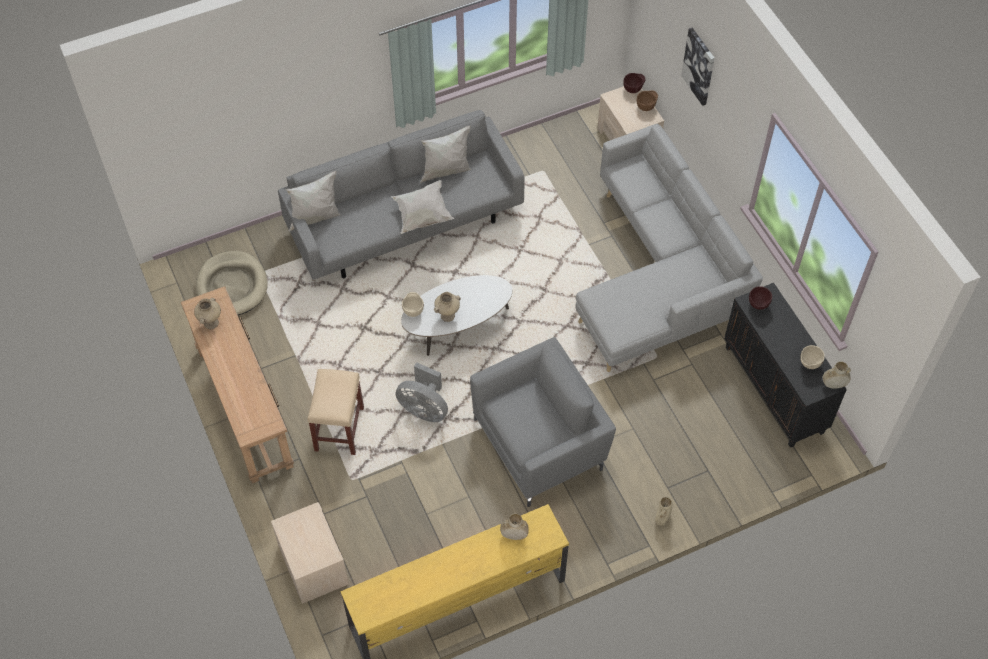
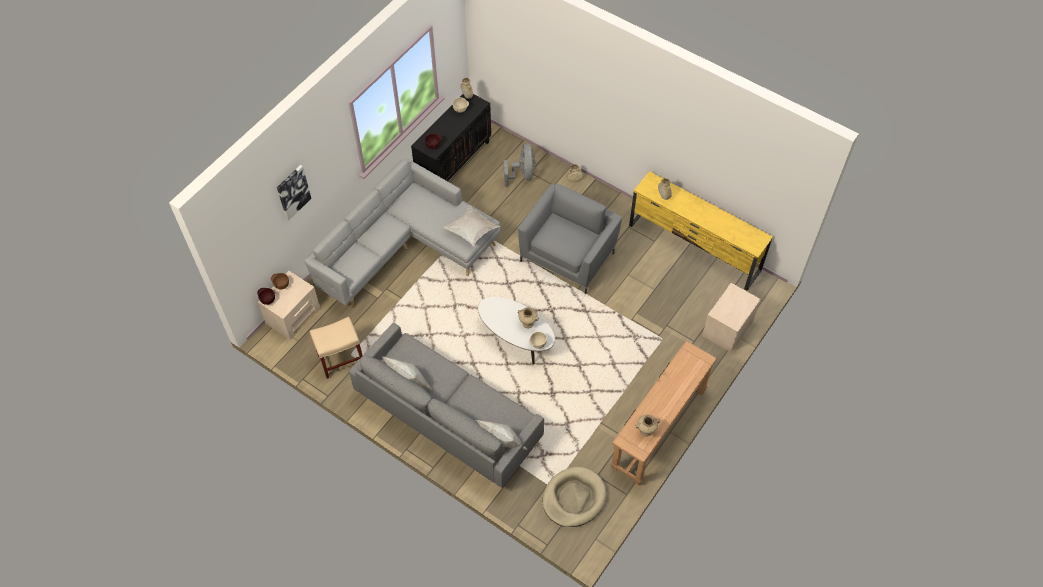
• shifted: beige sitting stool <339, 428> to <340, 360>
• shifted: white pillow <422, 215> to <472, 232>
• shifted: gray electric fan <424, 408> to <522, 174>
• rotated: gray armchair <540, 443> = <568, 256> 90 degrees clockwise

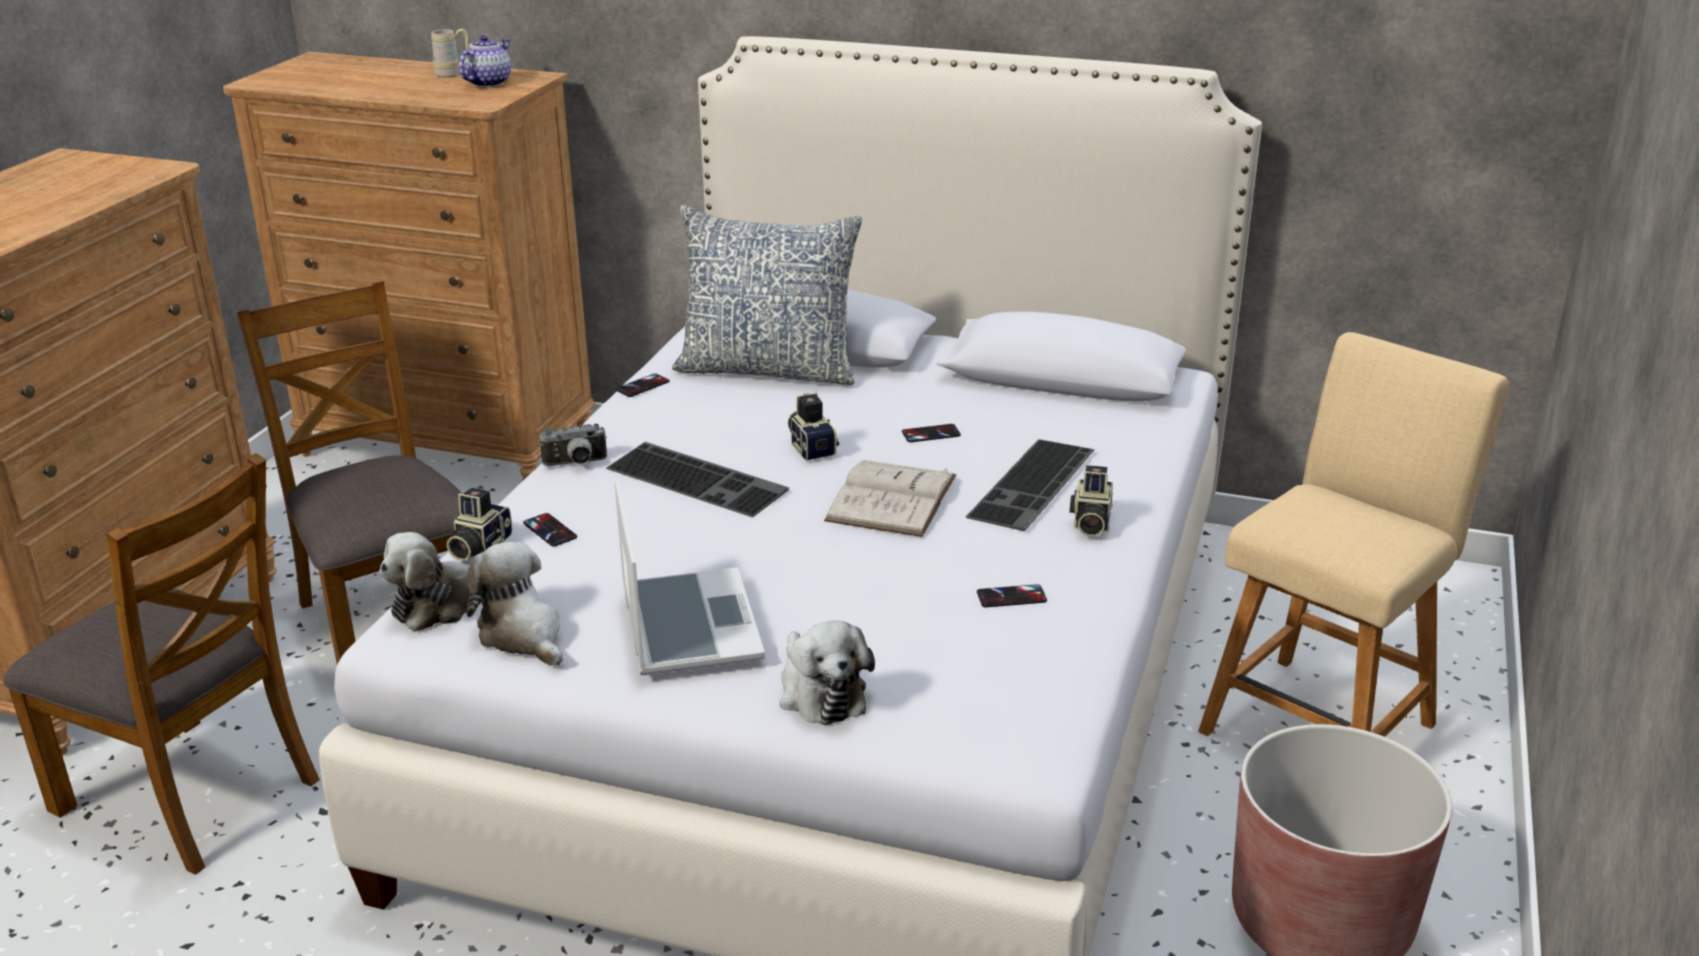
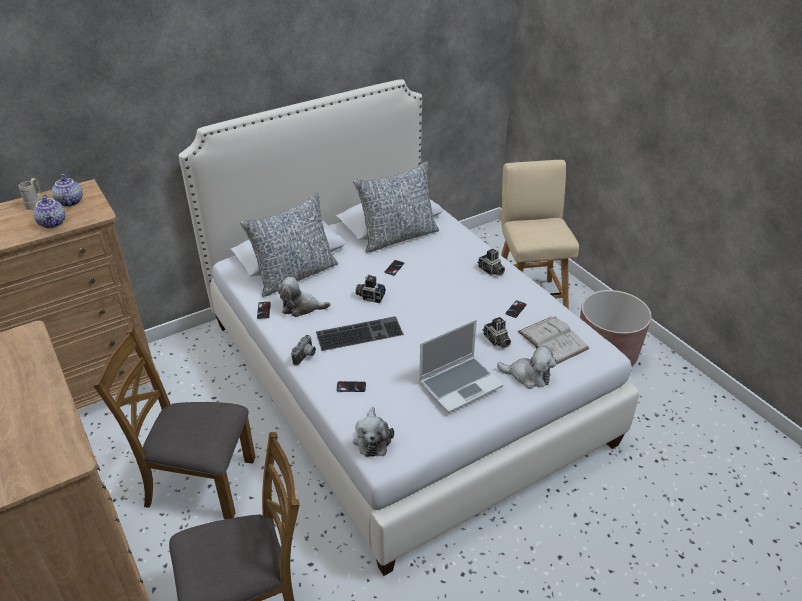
• new: tea pot <53, 223>
• shifted: soft toy <523, 635> to <301, 307>
• new: pillow <398, 236>
• rotated: portable computer <687, 624> = <460, 384> 120 degrees clockwise
• shifted: photo camera <478, 547> to <496, 341>
• shifted: white book <891, 498> to <553, 340>
• gone: keyboard <1034, 485>

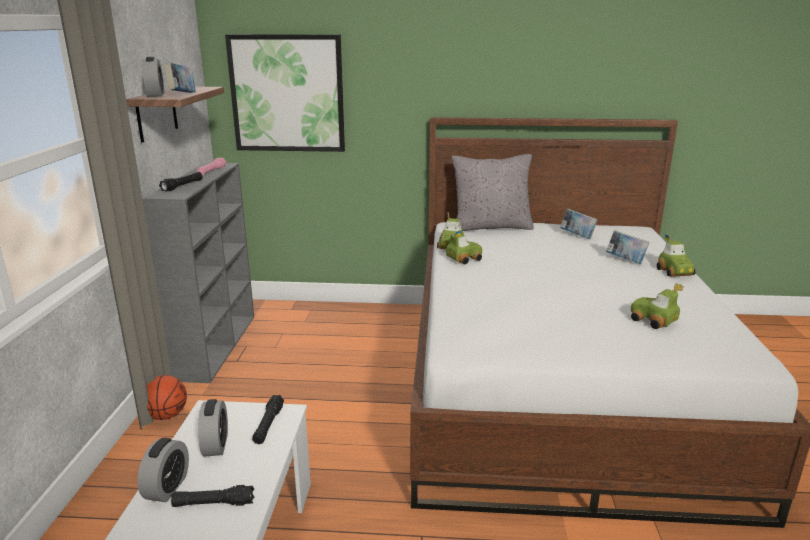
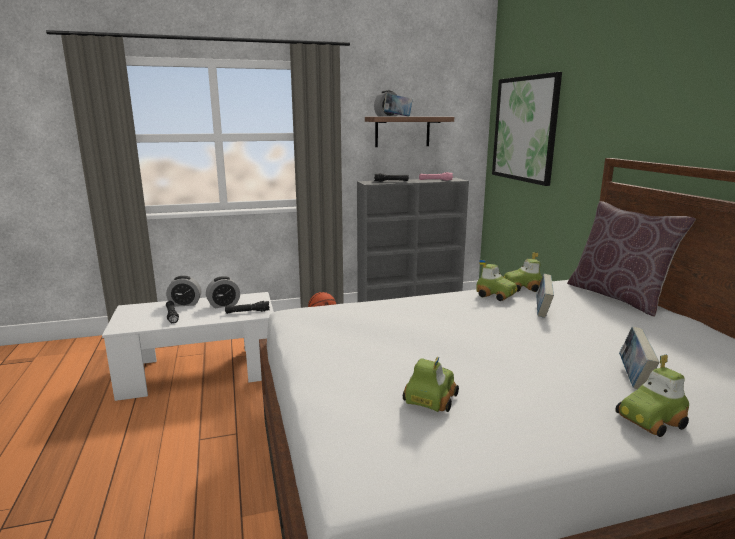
• shifted: book <577, 236> to <542, 311>
• repainted: gray pillow <491, 227> to brown pillow <618, 297>

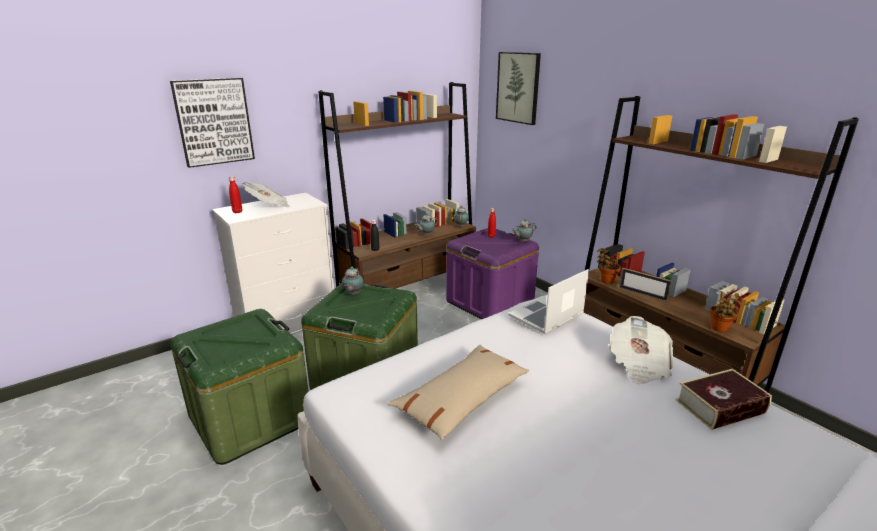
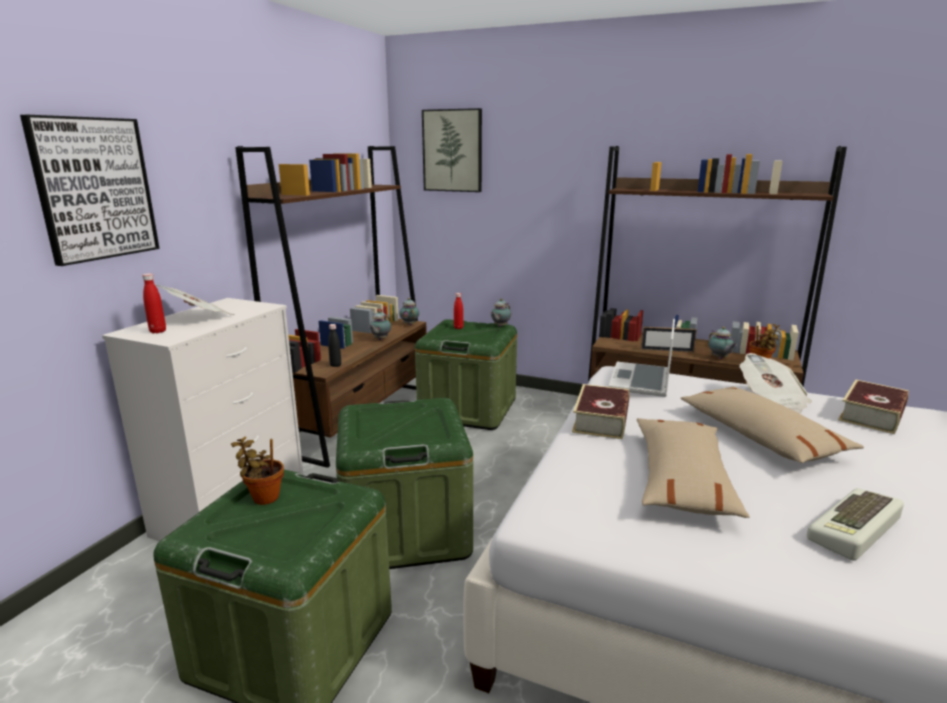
• shifted: potted plant <605, 280> to <263, 497>
• repainted: purple storage bin <490, 302> to green-coloured storage bin <468, 409>
• new: book <601, 420>
• new: beige pillow <760, 436>
• shifted: tea pot <353, 294> to <719, 358>
• new: keyboard <856, 531>

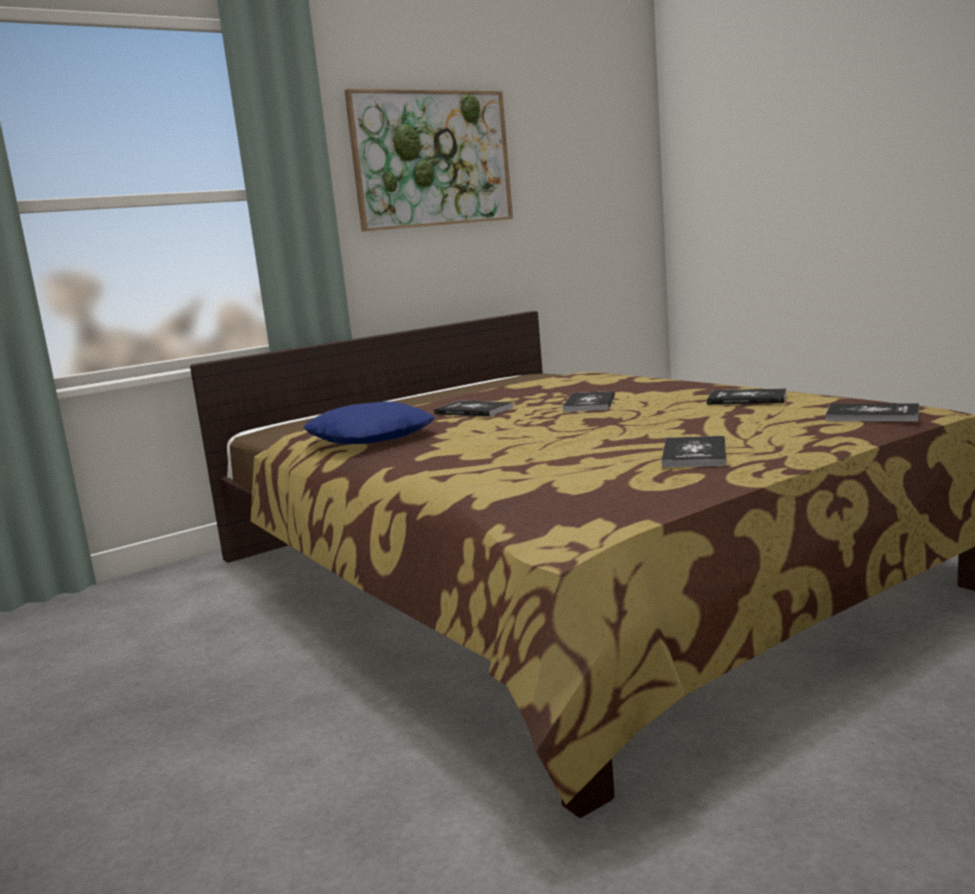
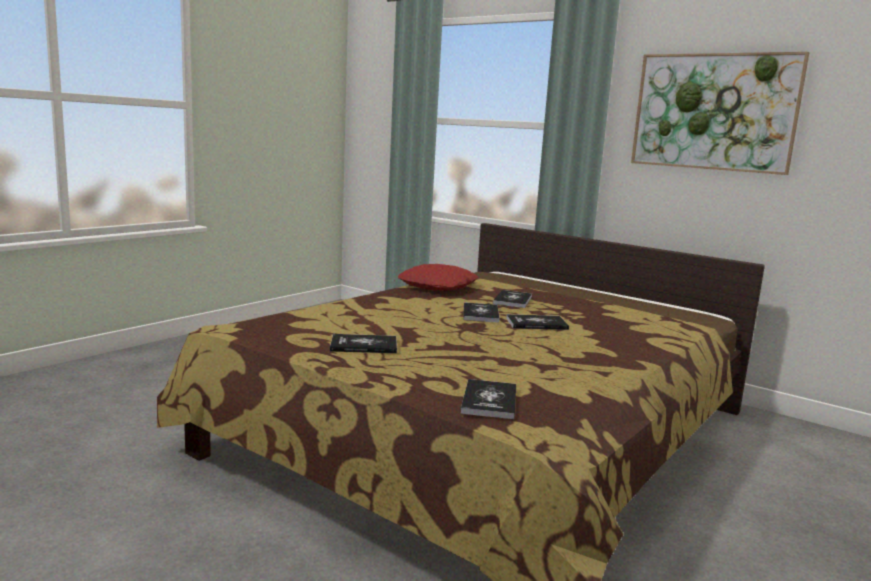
• repainted: blue pillow <371, 437> to red-coloured pillow <438, 286>
• shifted: book <747, 399> to <480, 314>

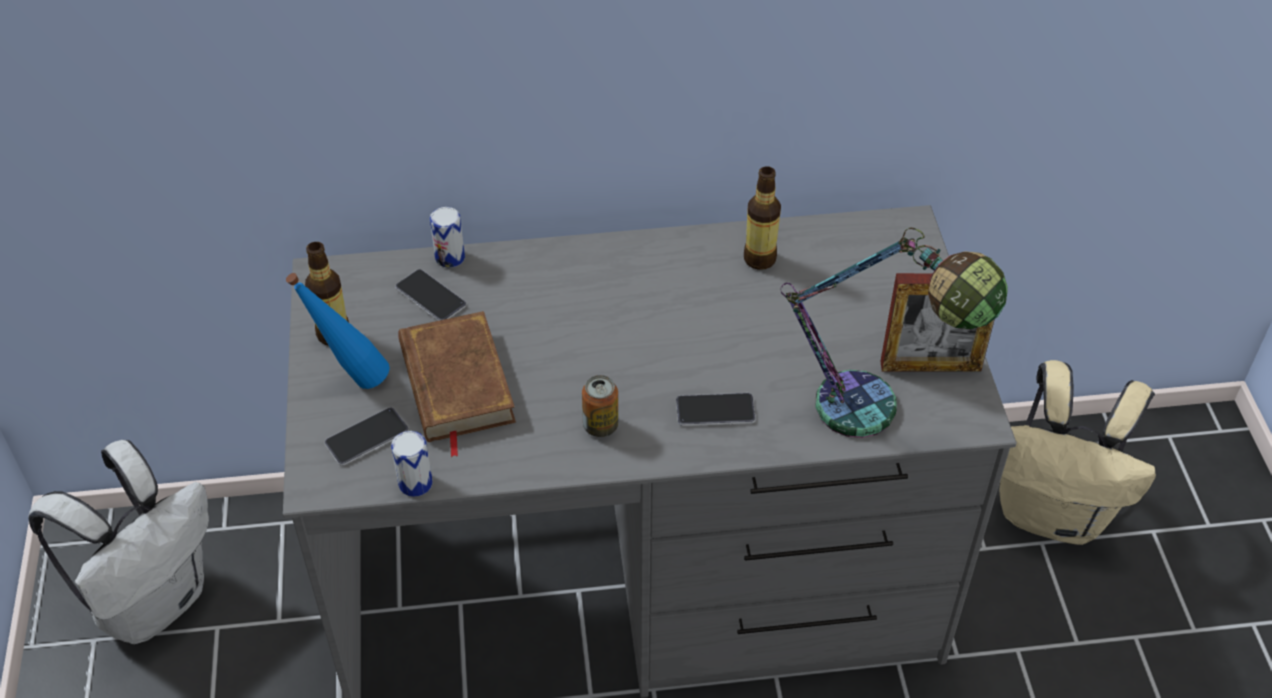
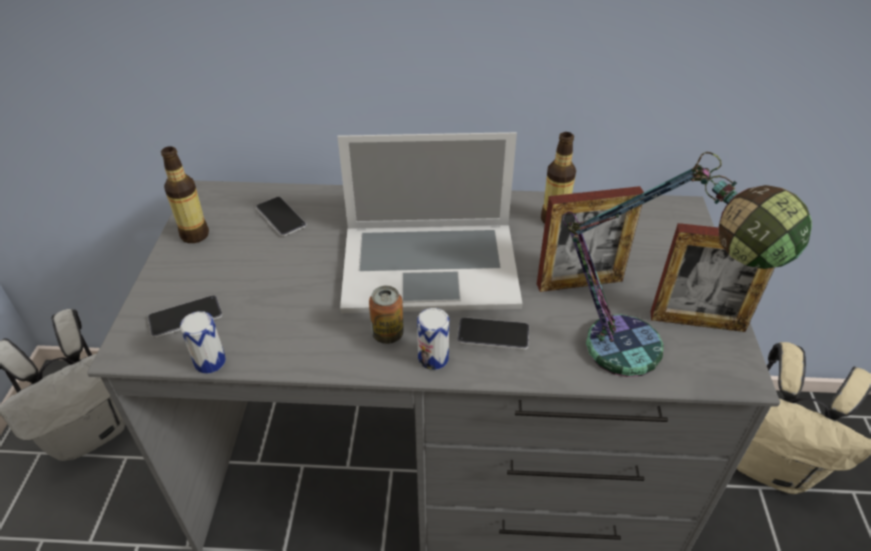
• new: portable computer <429, 265>
• shifted: metal can <450, 257> to <433, 358>
• new: photo frame <579, 282>
• gone: blue bottle <351, 379>
• gone: brown book <455, 384>

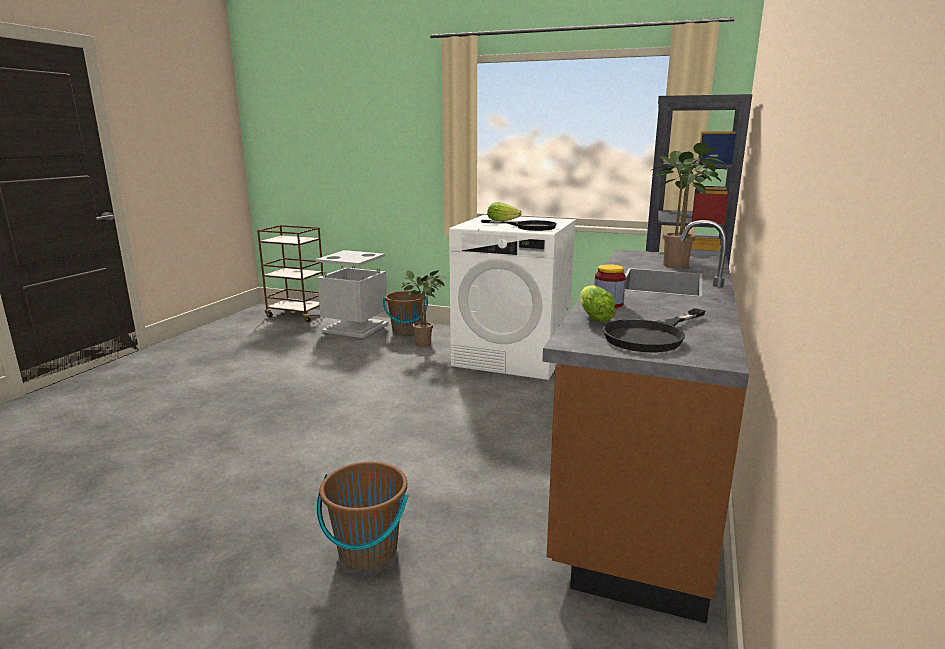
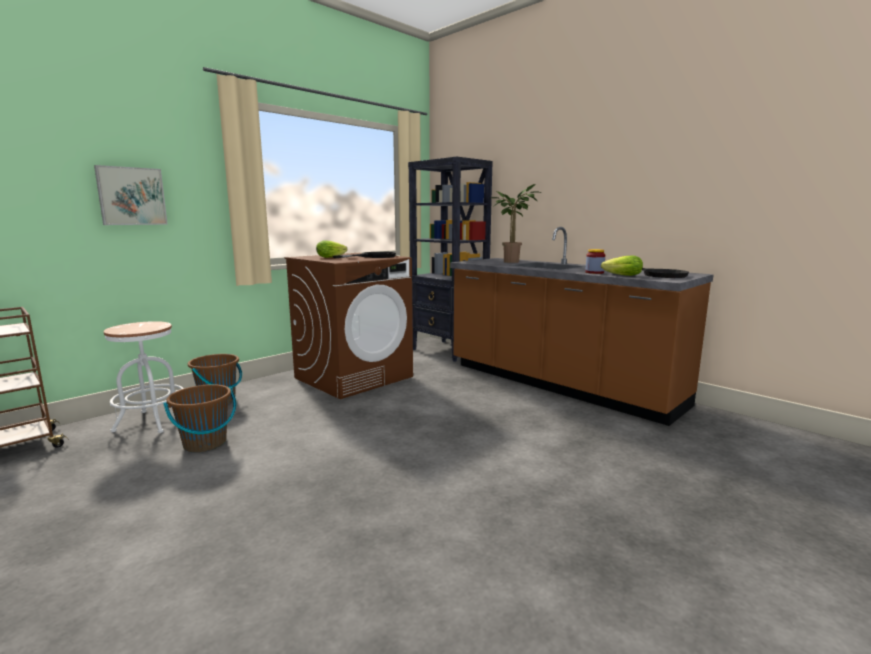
• new: picture <131, 196>
• swapped: gray rubbish bin <356, 327> to white sitting stool <151, 422>
• shifted: brown pail <367, 551> to <205, 444>
• repainted: white laundry appliance <513, 356> to brown laundry appliance <354, 377>
• gone: potted plant <426, 343>

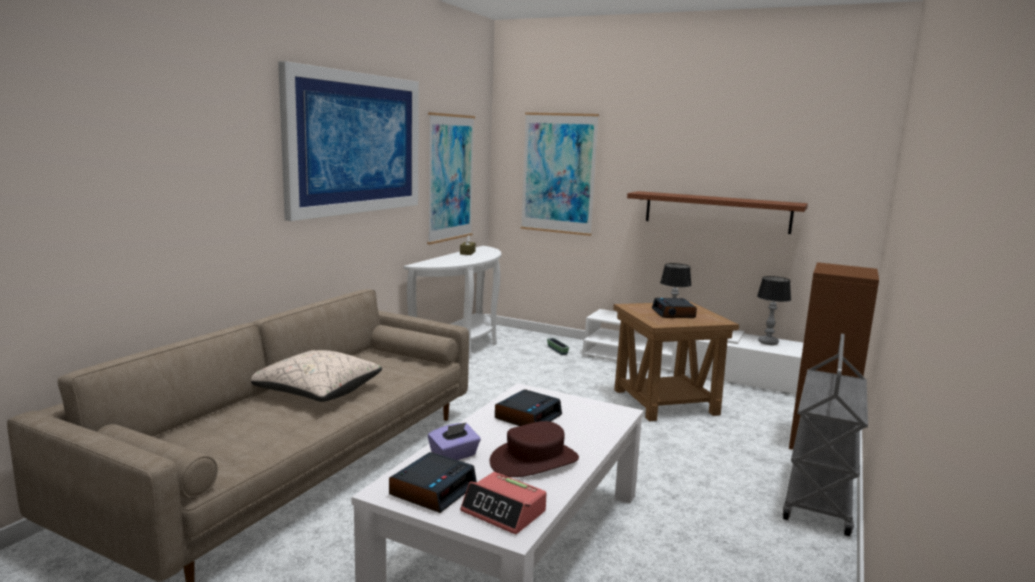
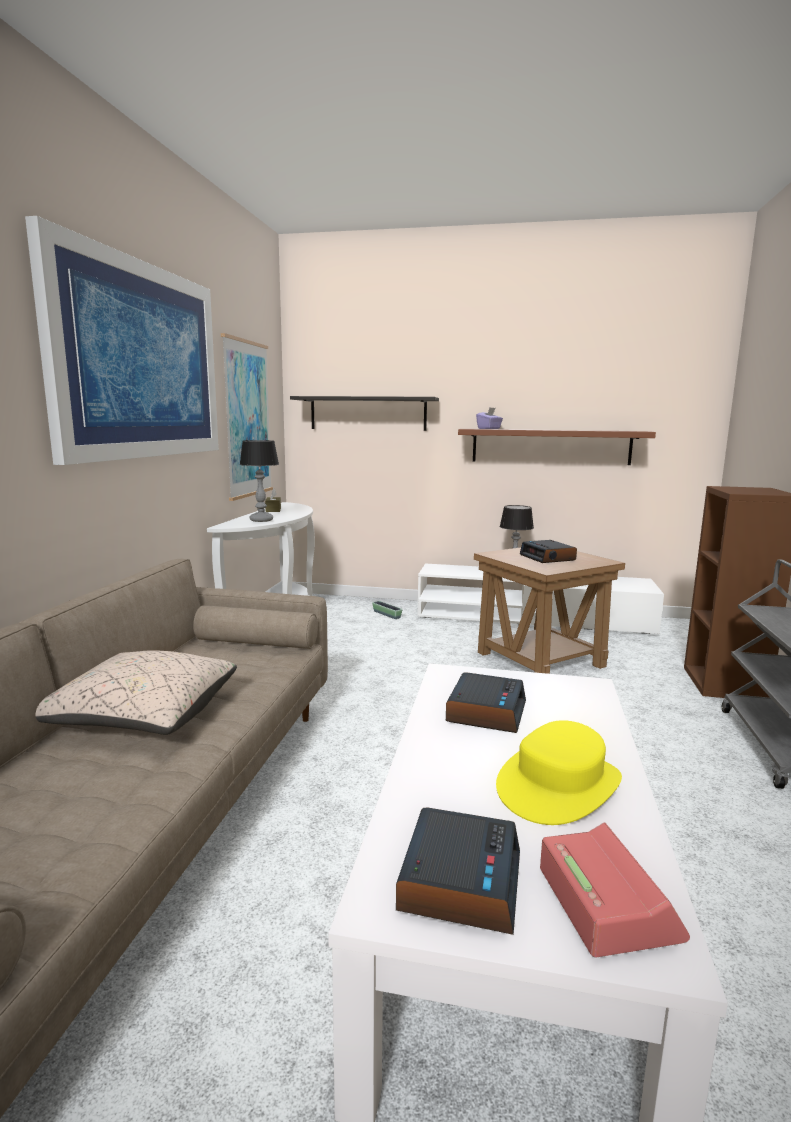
• shifted: tabletop lamp <768, 343> to <261, 520>
• swapped: picture <558, 173> to black-coloured bracket shelf <368, 413>
• shifted: purple tissue holder <454, 456> to <489, 428>
• repainted: brown clothing hat <534, 461> to yellowish clothing hat <559, 785>
• rotated: alarm clock <504, 512> = <607, 902> 120 degrees counterclockwise

